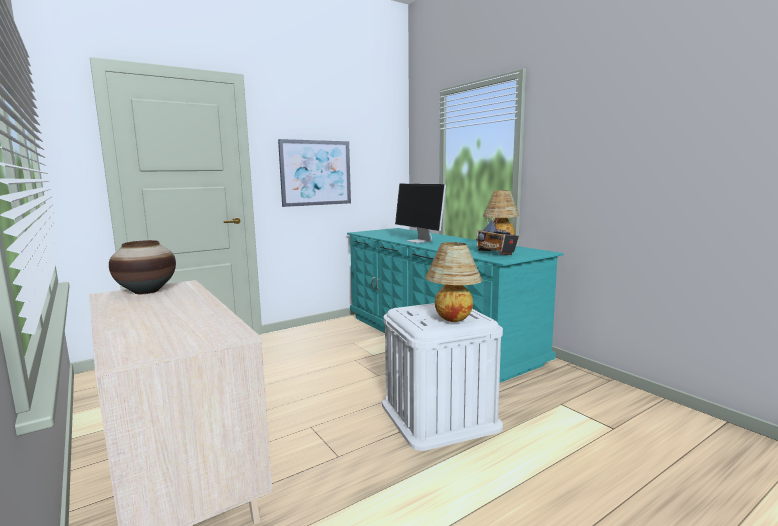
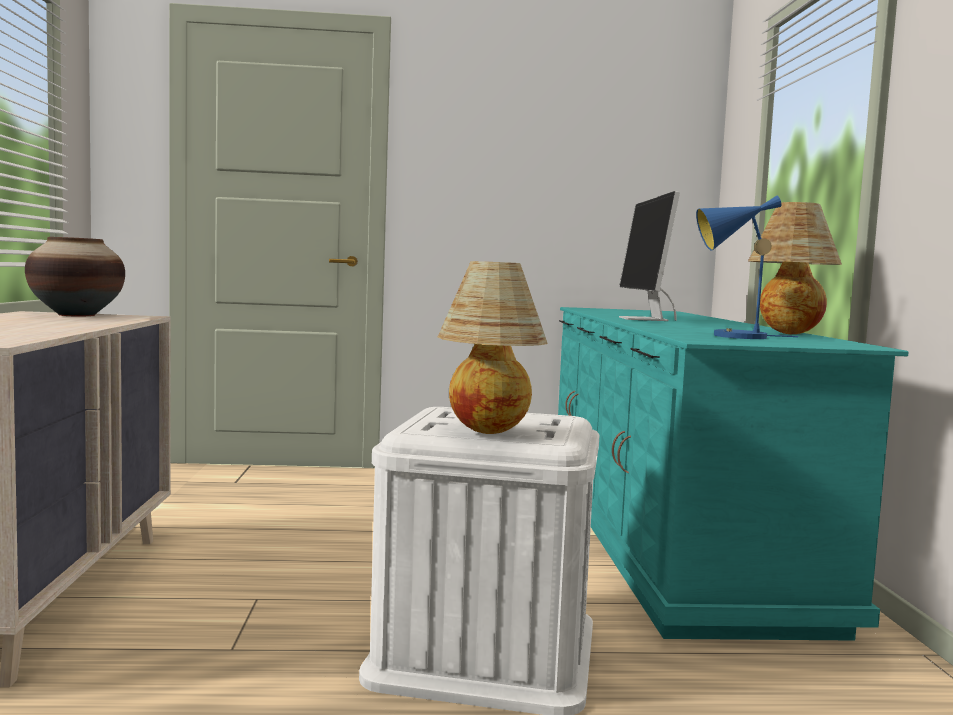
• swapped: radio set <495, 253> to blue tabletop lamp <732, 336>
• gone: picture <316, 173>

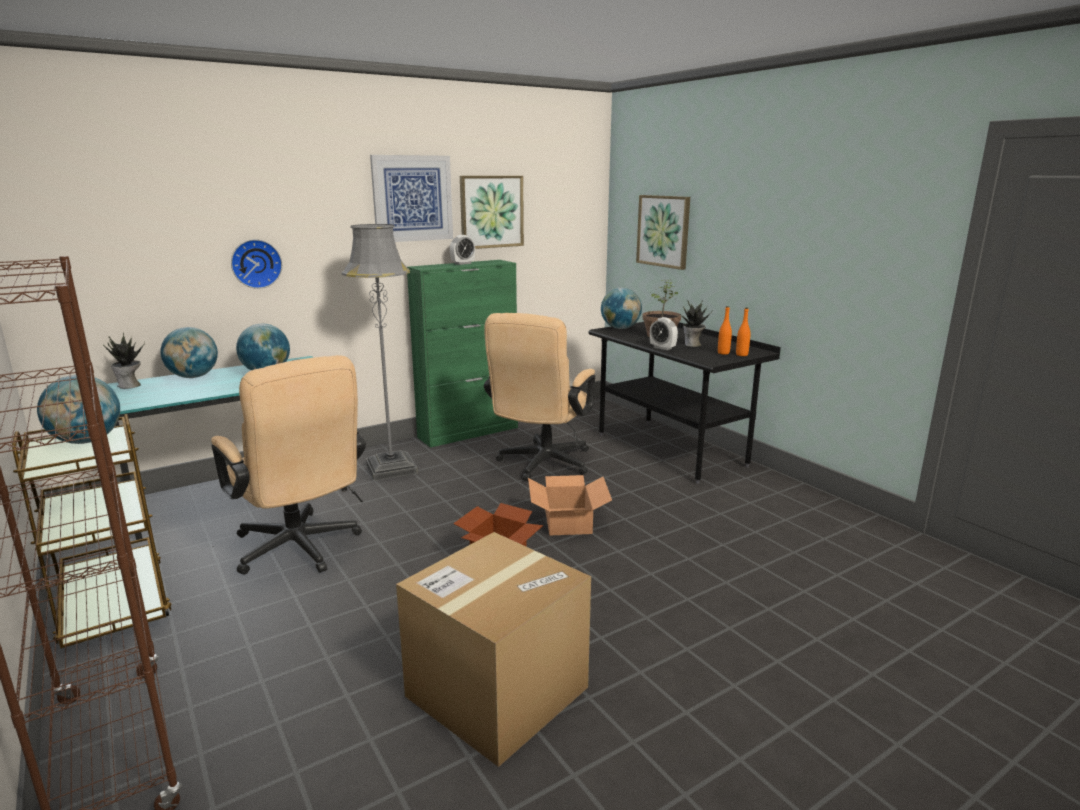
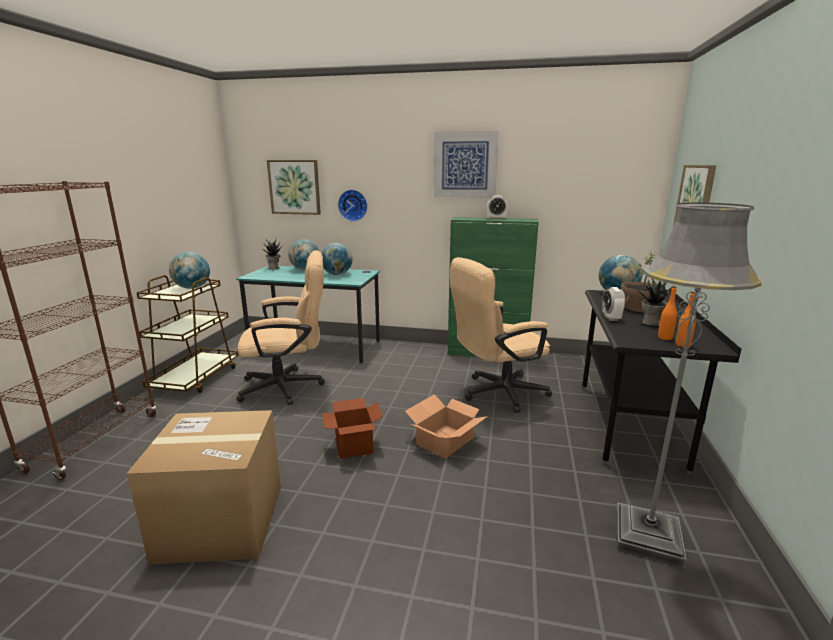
• rotated: beige office chair <301, 550> = <289, 387> 105 degrees counterclockwise
• shifted: picture <491, 211> to <294, 187>
• shifted: gray floor lamp <391, 469> to <647, 536>

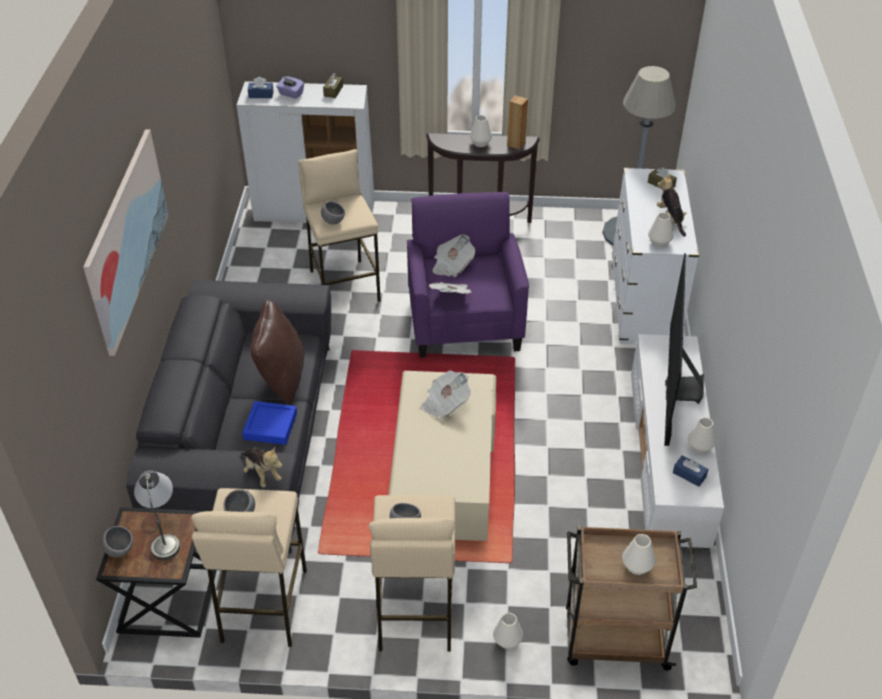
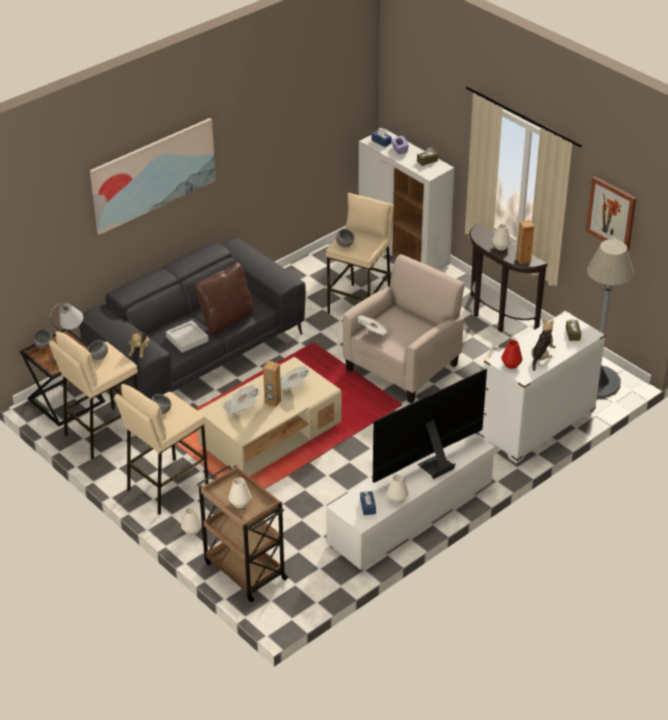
• repainted: blue tray <270, 426> to gray tray <187, 339>
• shifted: printed paper <452, 265> to <240, 408>
• new: brown audio speaker <272, 401>
• repainted: purple armchair <464, 320> to beige armchair <403, 366>
• repainted: white decorative vase <659, 242> to red-coloured decorative vase <511, 364>
• new: picture <611, 214>

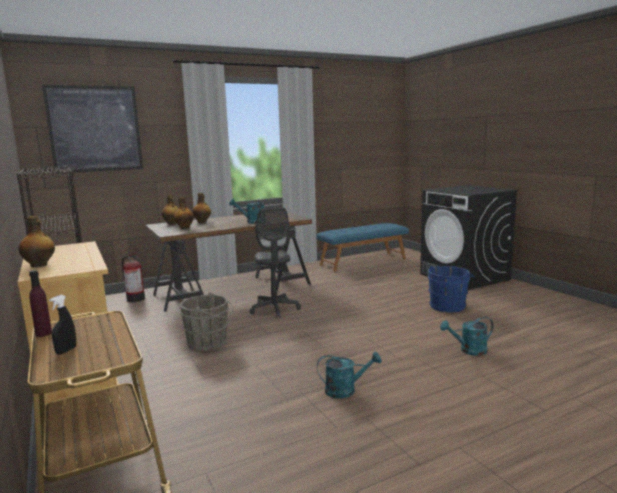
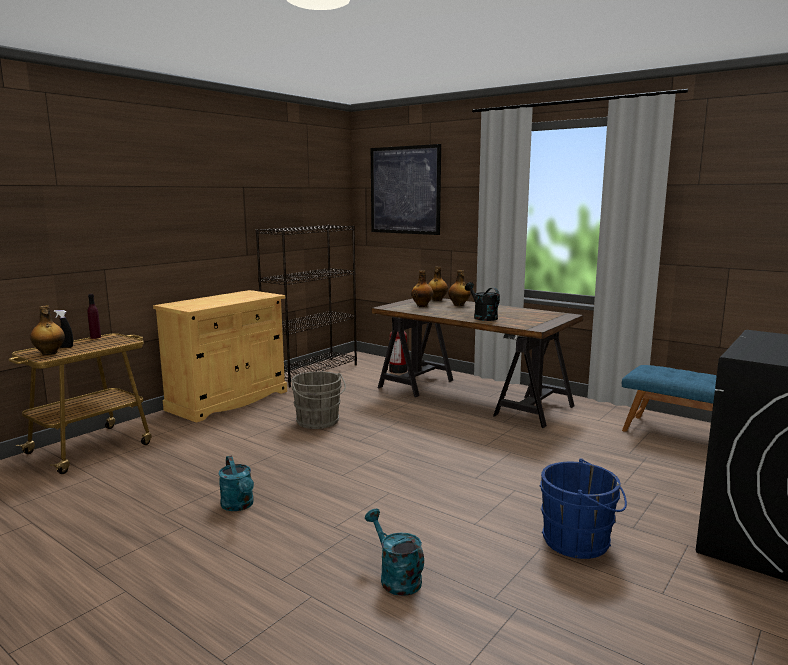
• shifted: bottle <39, 265> to <49, 353>
• repainted: turquoise watering pot <252, 222> to black-coloured watering pot <482, 317>
• gone: gray office chair <275, 309>

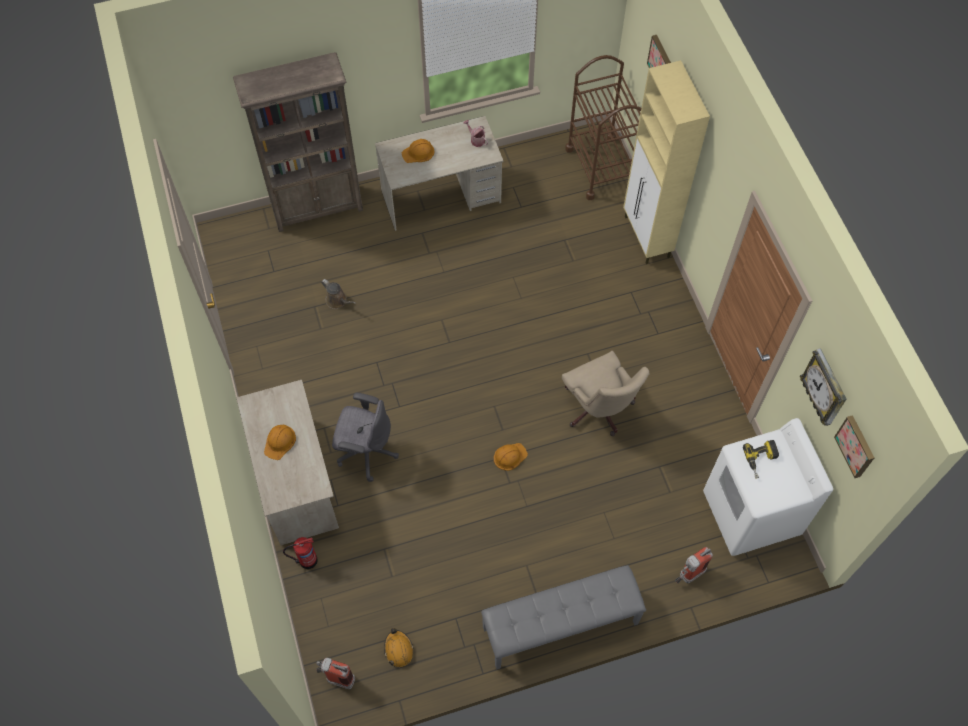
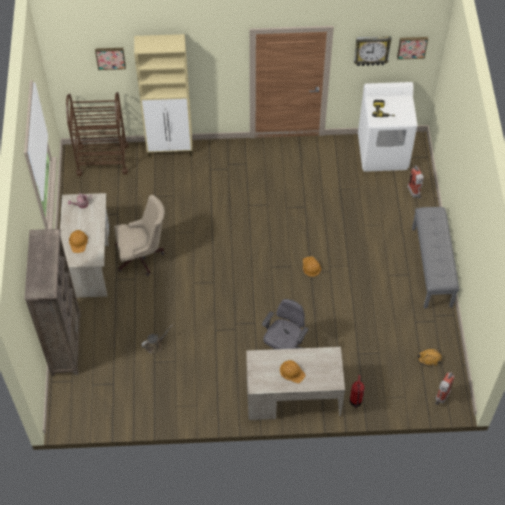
• shifted: beige office chair <599, 410> to <142, 256>

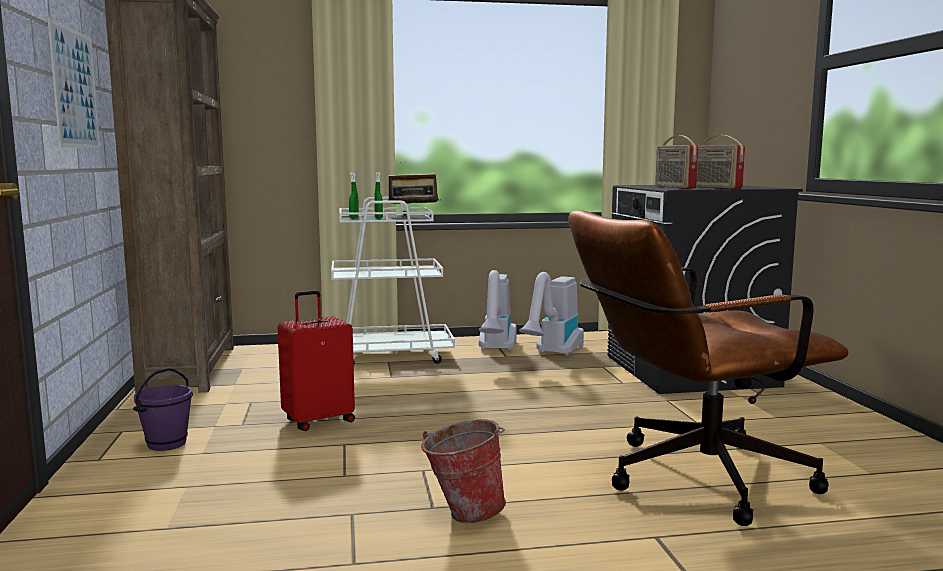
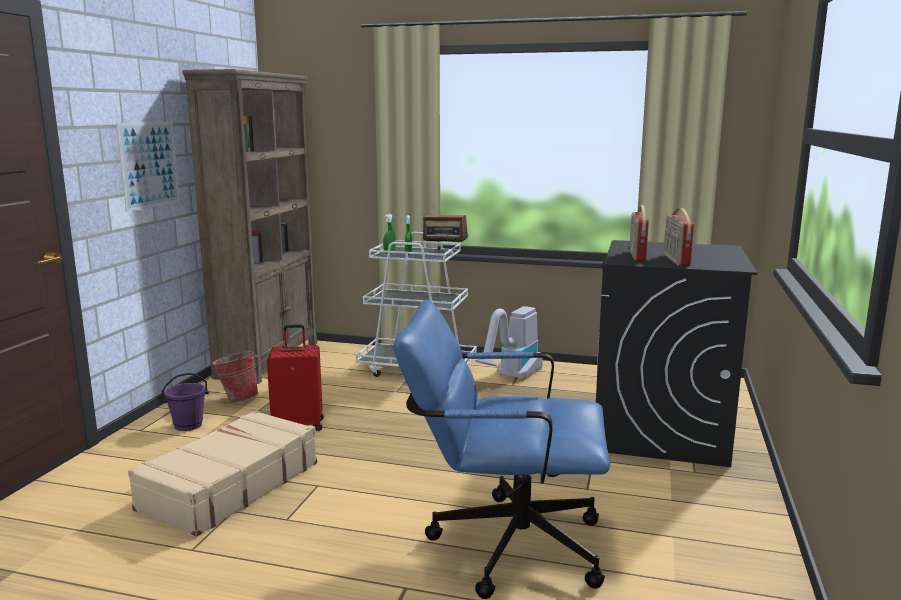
• new: beige travel case <229, 486>
• shifted: pail <463, 513> to <238, 398>
• repainted: brown office chair <690, 479> to blue office chair <502, 544>
• gone: vacuum <553, 354>

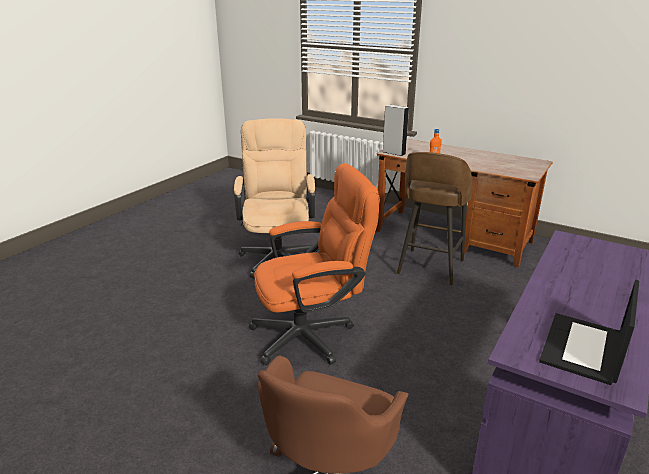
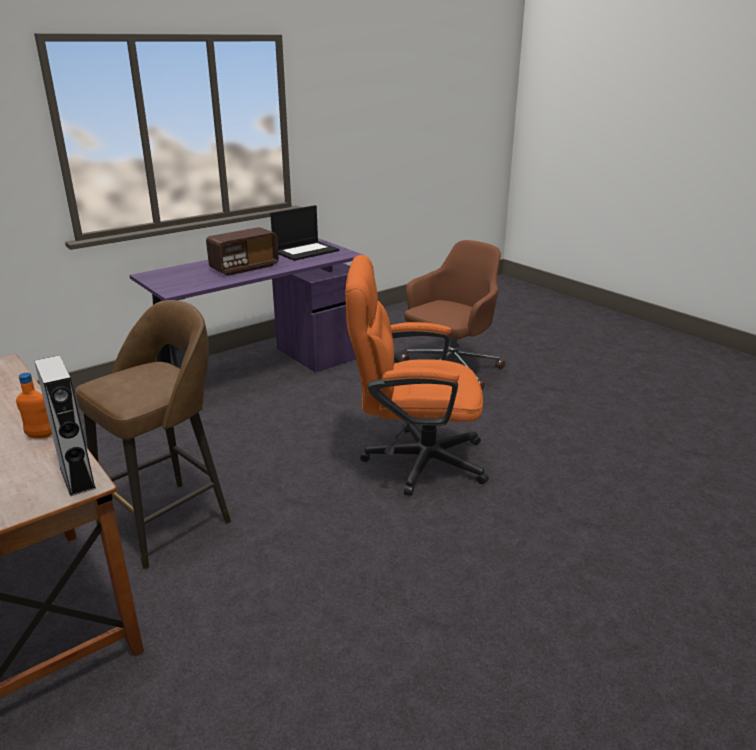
• new: radio set <244, 268>
• gone: beige office chair <278, 255>

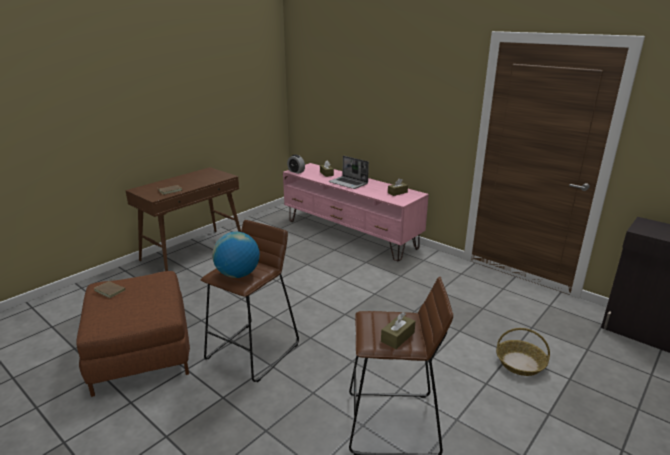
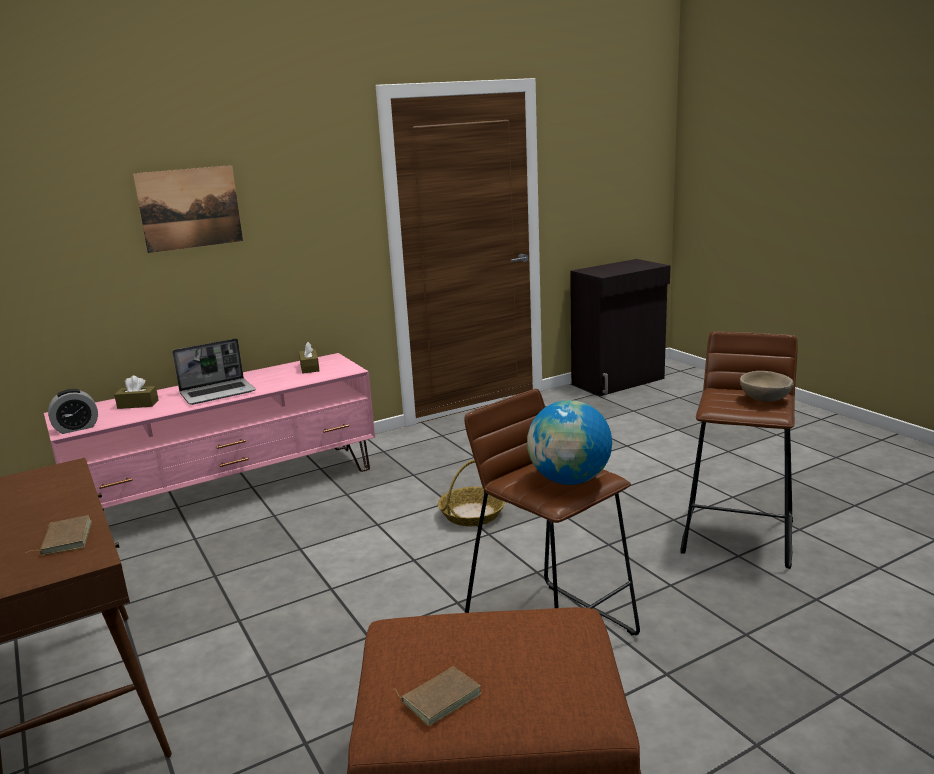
• new: picture <190, 208>
• shifted: basket <520, 363> to <472, 514>
• swapped: brown tissue holder <397, 337> to beige bowl <764, 399>

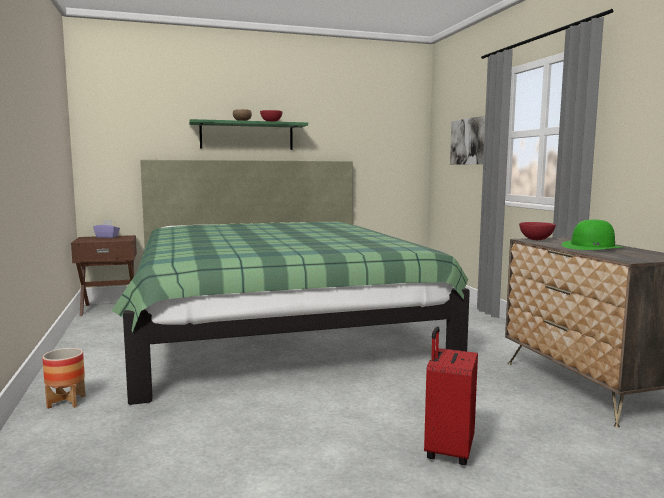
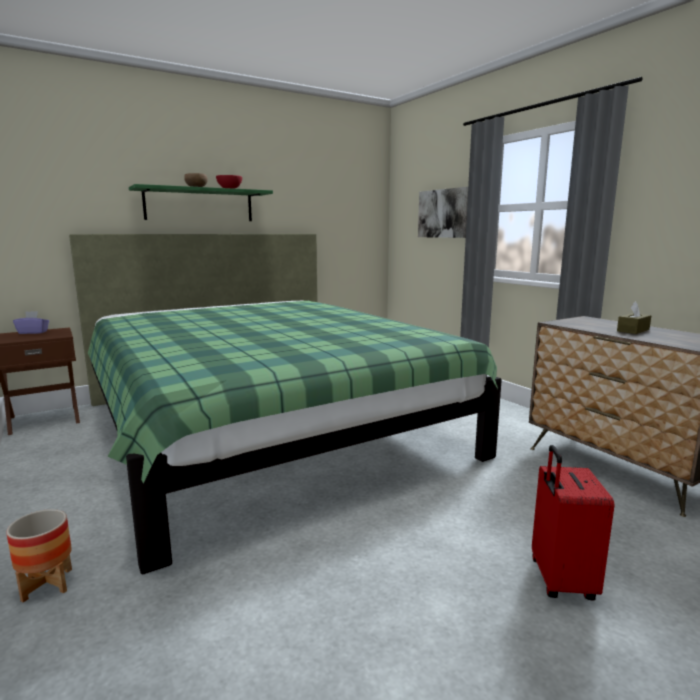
• swapped: green-coloured clothing hat <592, 247> to brown tissue holder <633, 330>
• gone: red-coloured bowl <535, 239>

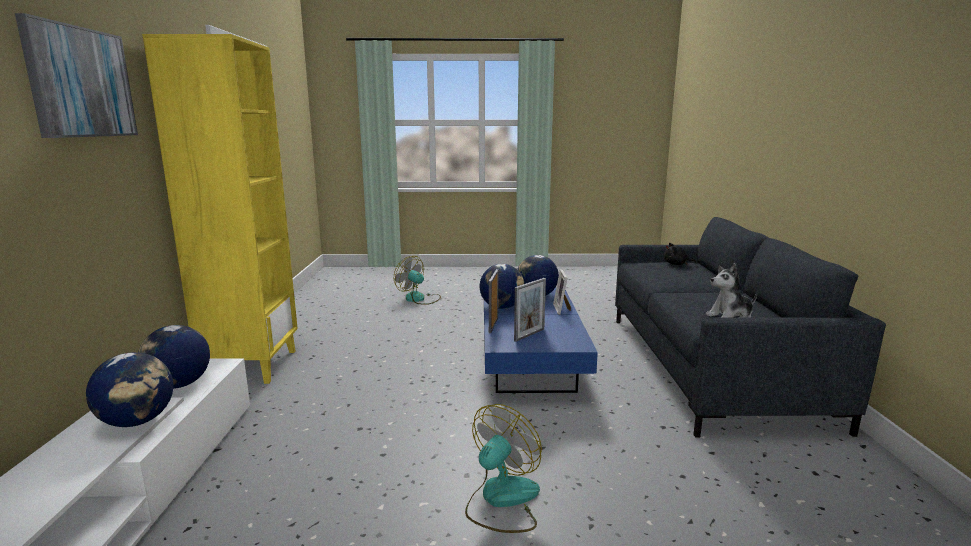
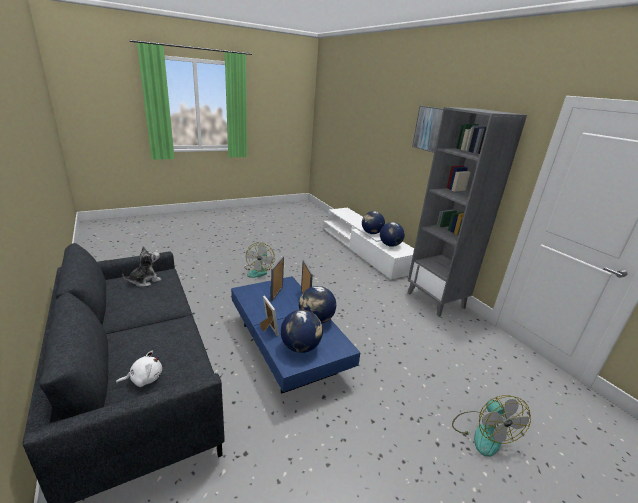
• repainted: black-coloured soft toy <676, 264> to white soft toy <144, 378>
• repainted: yellowish bookshelf <252, 366> to gray bookshelf <436, 300>
• rotated: electric fan <419, 299> = <482, 433> 75 degrees clockwise

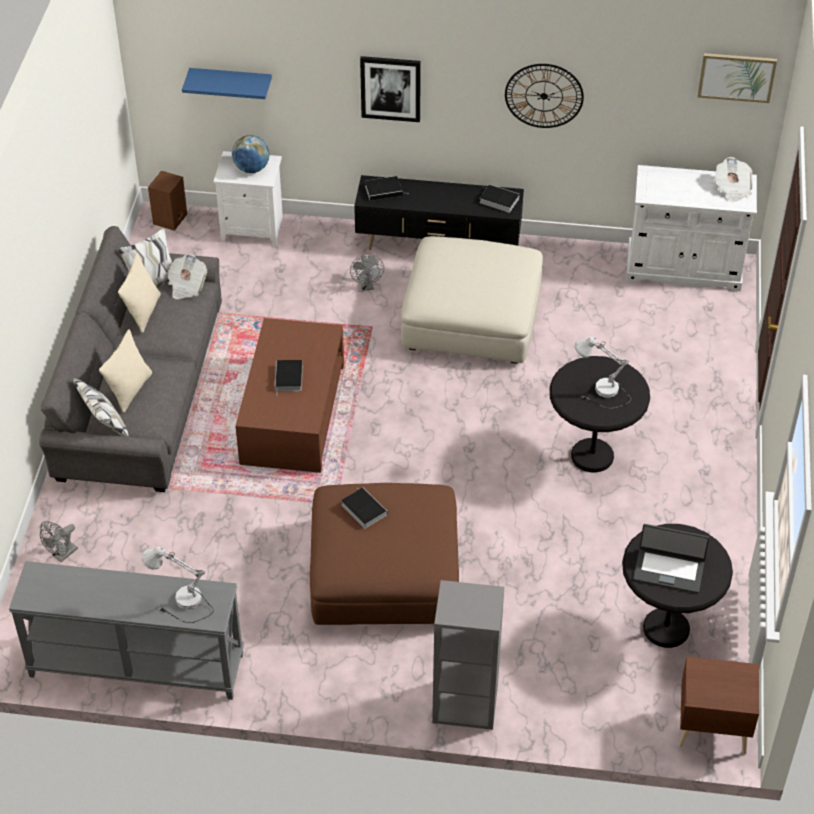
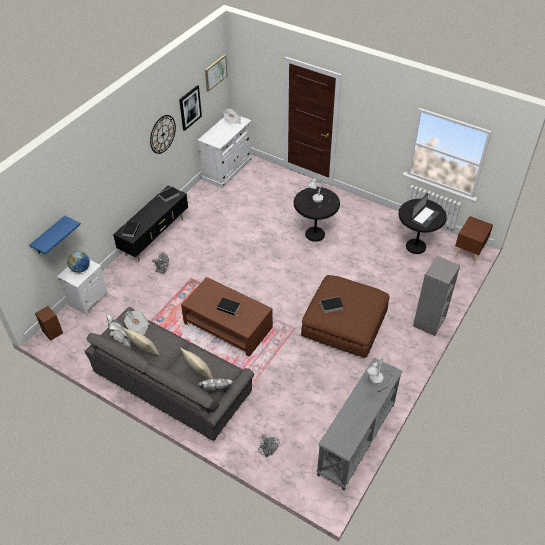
• shifted: picture <390, 88> to <190, 107>
• gone: beige footrest <472, 317>

